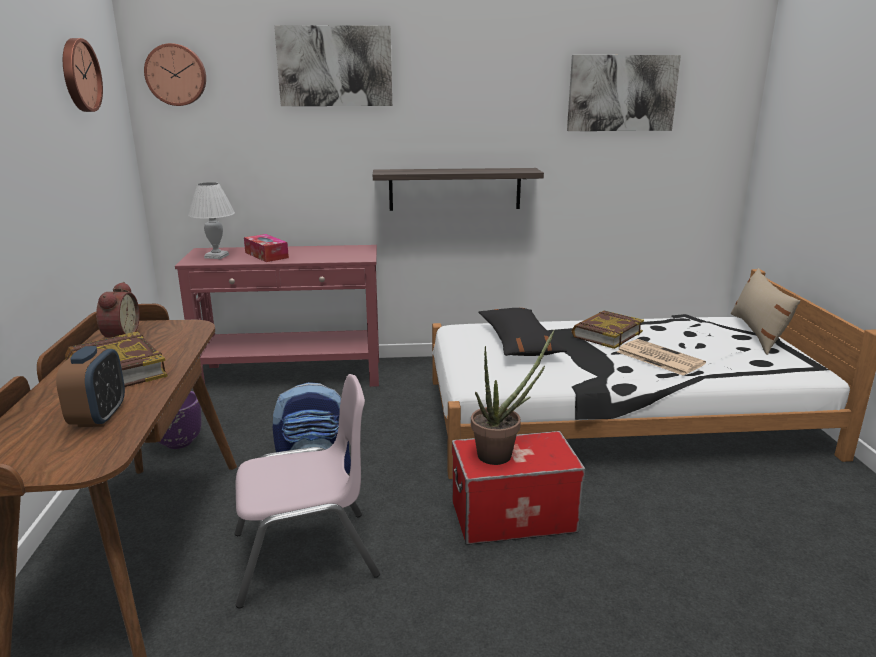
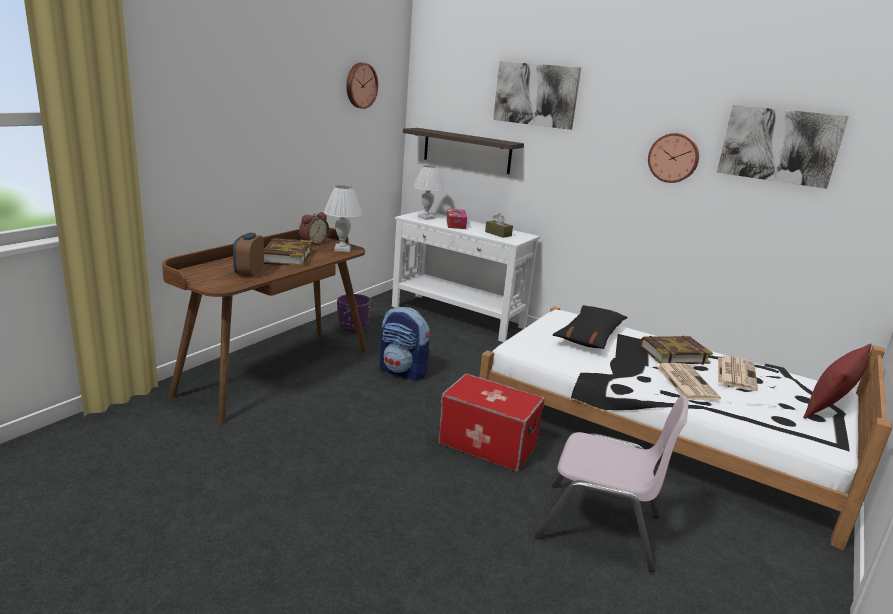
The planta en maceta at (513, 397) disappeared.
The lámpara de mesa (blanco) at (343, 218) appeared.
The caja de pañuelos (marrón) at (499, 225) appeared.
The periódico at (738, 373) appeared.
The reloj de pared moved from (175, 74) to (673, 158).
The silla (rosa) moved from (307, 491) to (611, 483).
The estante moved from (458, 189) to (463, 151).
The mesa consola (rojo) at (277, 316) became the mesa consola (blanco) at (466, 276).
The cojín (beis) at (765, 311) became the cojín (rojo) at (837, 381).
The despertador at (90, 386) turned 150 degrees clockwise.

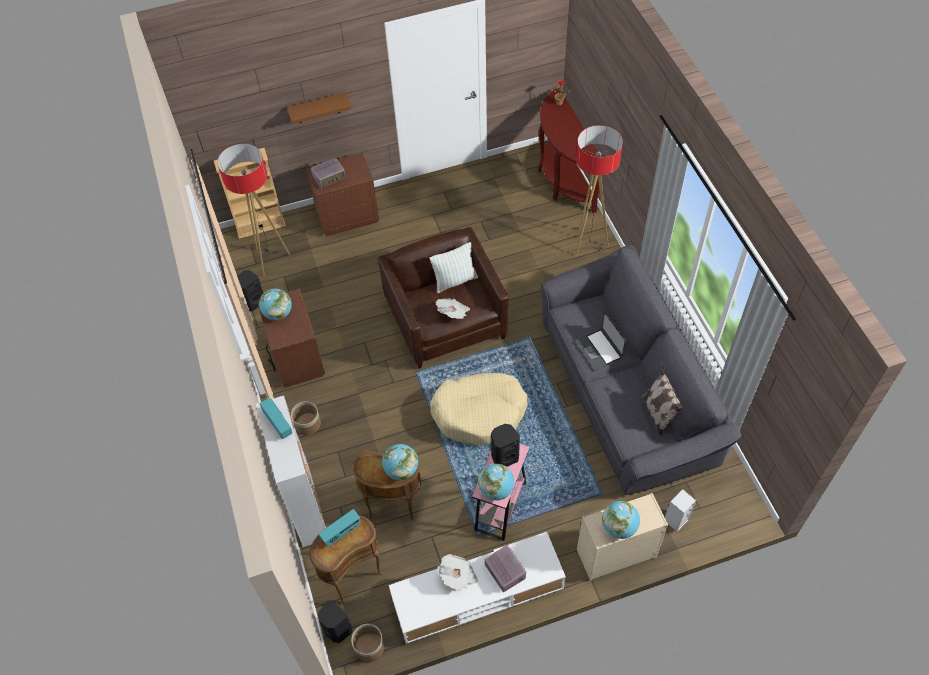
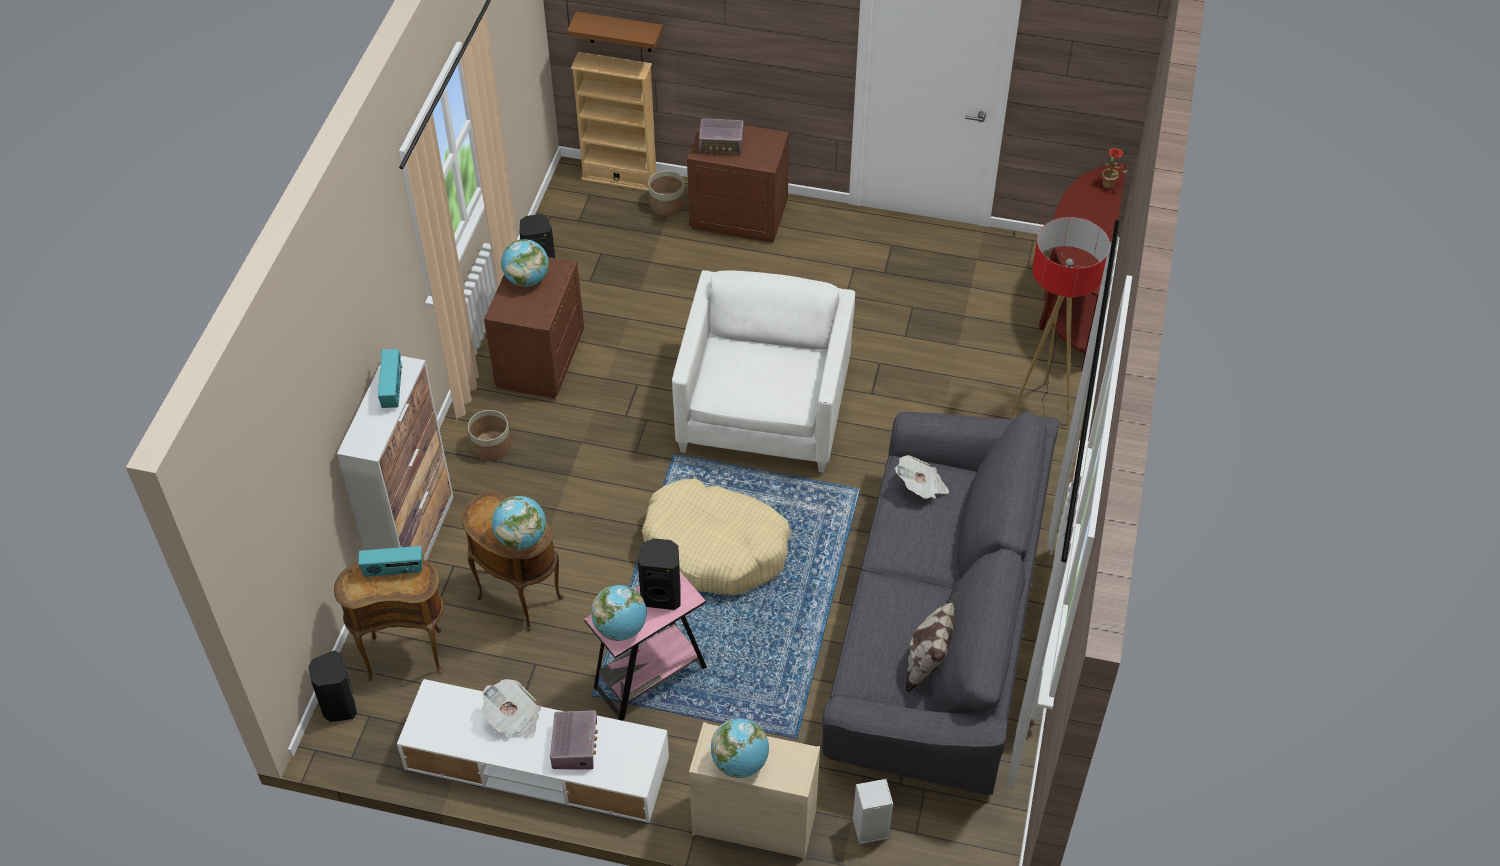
The lámpara de pie at (253, 210) disappeared.
The cojín at (453, 267) disappeared.
The portátil at (601, 341) disappeared.
The estante (marrón) moved from (319, 108) to (615, 32).
The maceta moved from (367, 643) to (666, 193).
The periódico moved from (453, 309) to (922, 477).
The sillón (marrón) at (442, 298) became the sillón (blanco) at (763, 371).

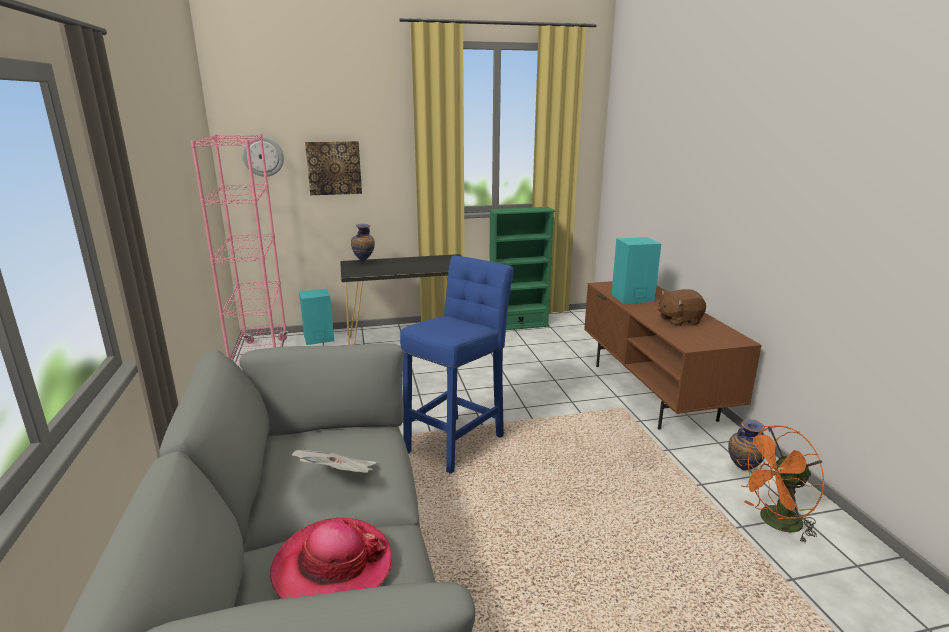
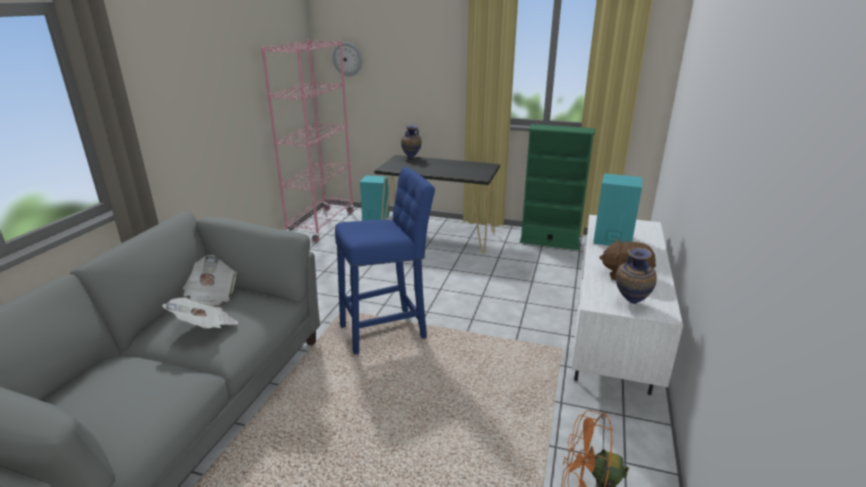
The sombrero at (331, 558) disappeared.
The cuadro at (333, 168) disappeared.
The periódico at (209, 280) appeared.
The florero moved from (746, 444) to (636, 275).
The mueble de televisión (marrón) at (673, 355) became the mueble de televisión (blanco) at (627, 305).

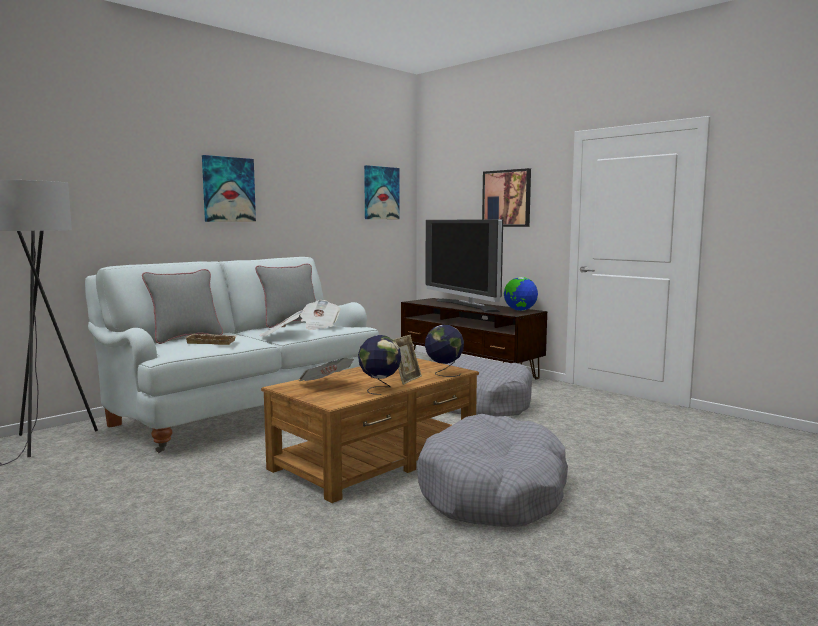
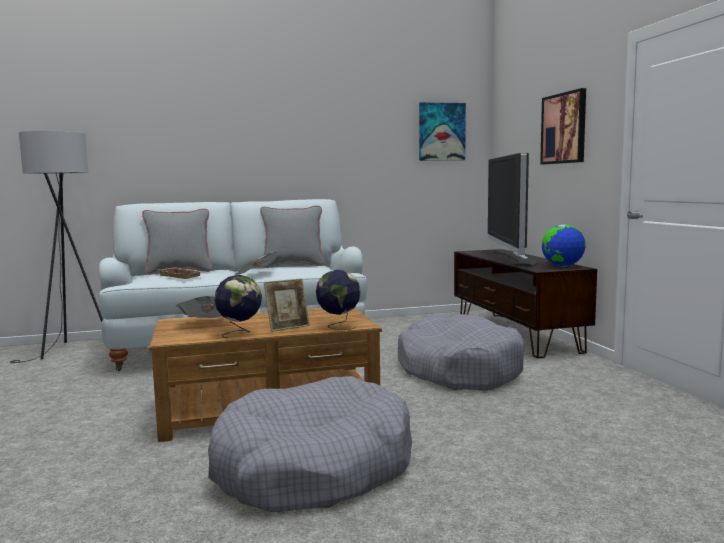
The cuadro at (229, 188) disappeared.
The periódico at (320, 315) disappeared.

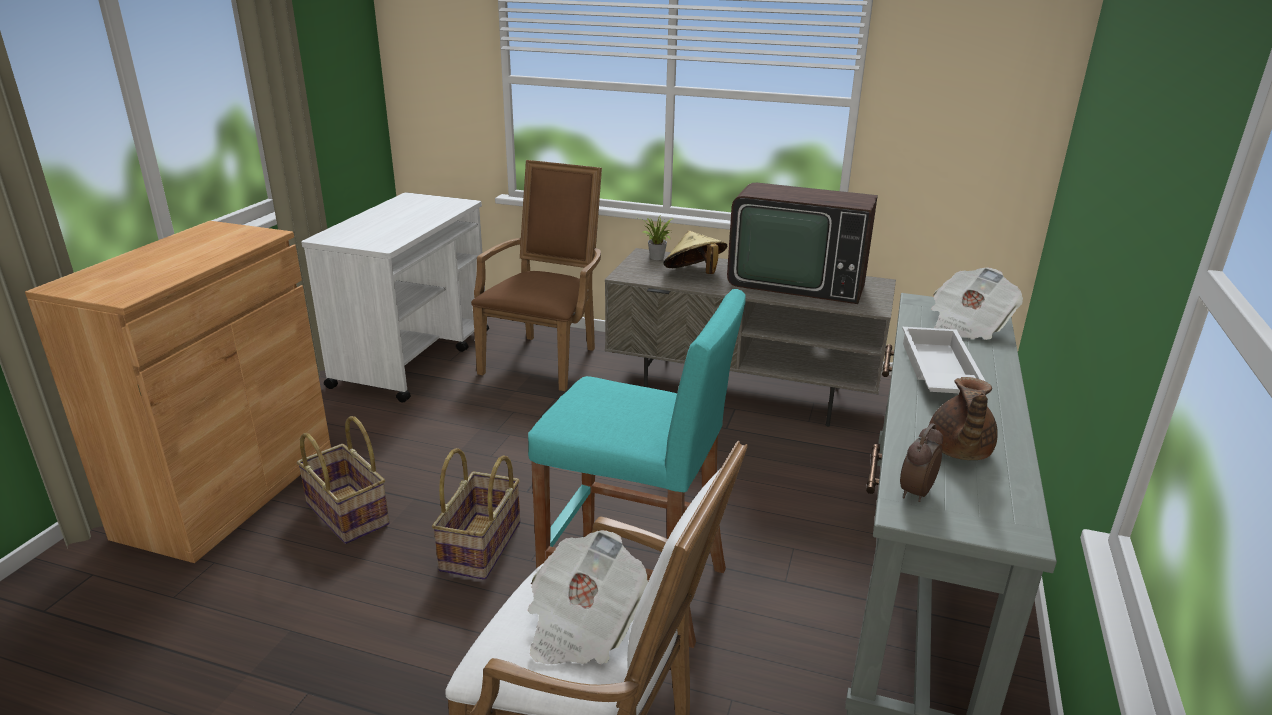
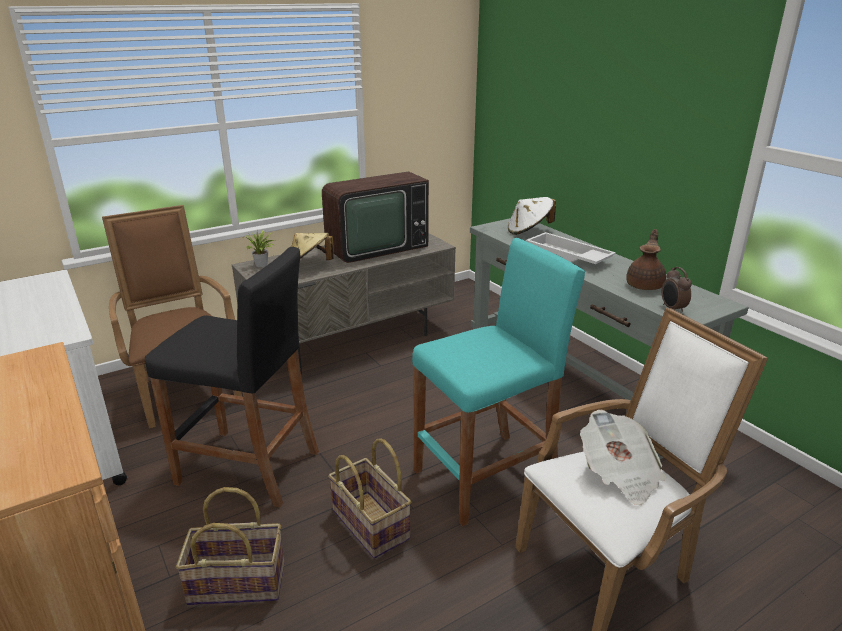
The taburete (negro) at (232, 377) appeared.
The periódico at (977, 303) was replaced by the sombrero (blanco) at (532, 216).
The tetera (marrón) at (963, 418) turned 120 degrees counterclockwise.

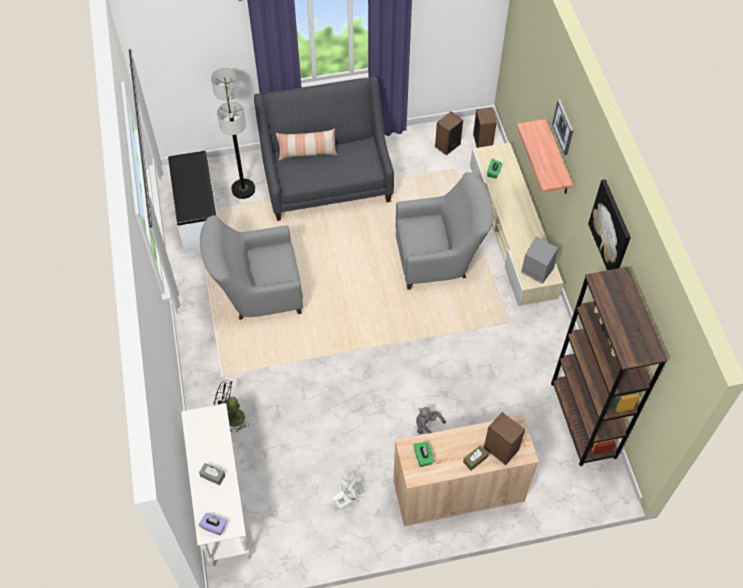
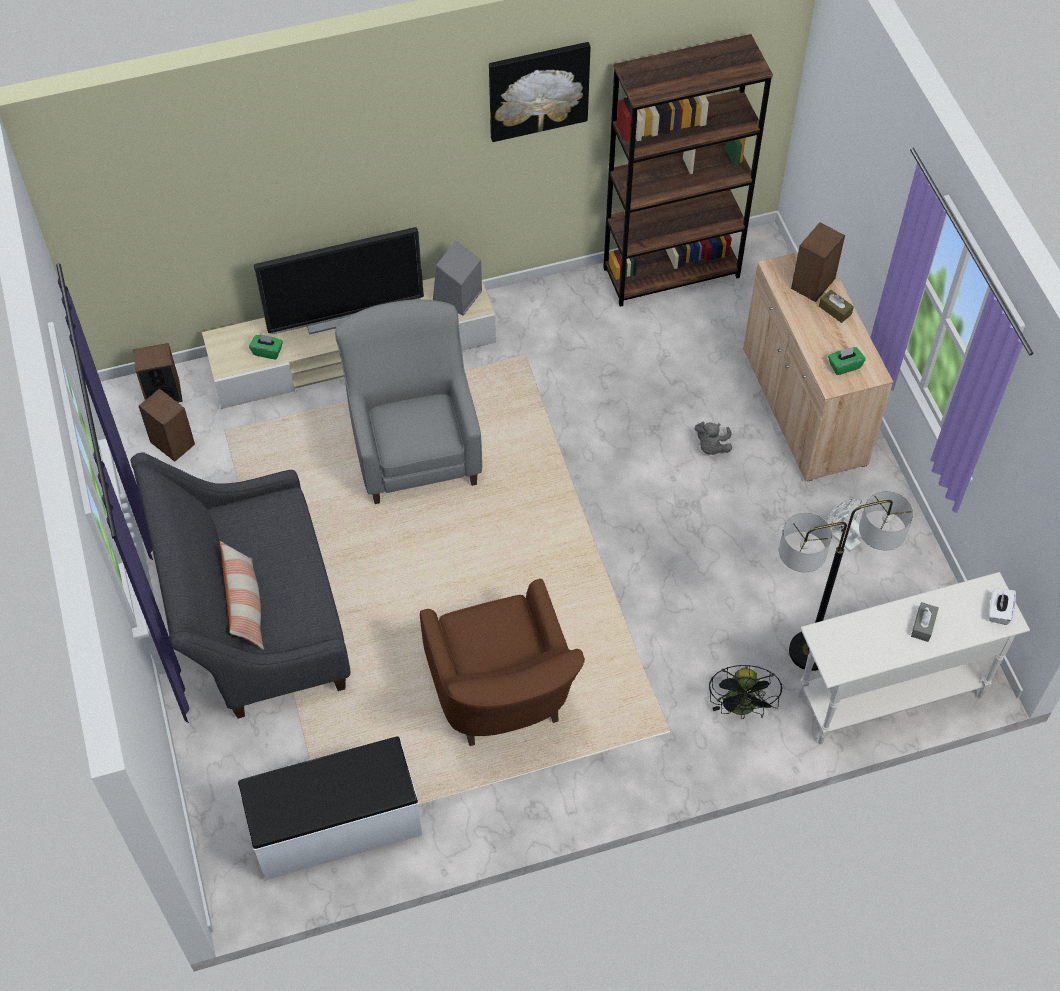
The estante at (545, 156) disappeared.
The cuadro at (562, 127) disappeared.
The televisor at (339, 280) appeared.
The lámpara de pie moved from (233, 133) to (846, 581).
The caja de pañuelos (morado) at (213, 524) became the caja de pañuelos (blanco) at (1002, 606).
The sillón (gris) at (251, 267) became the sillón (marrón) at (502, 662).

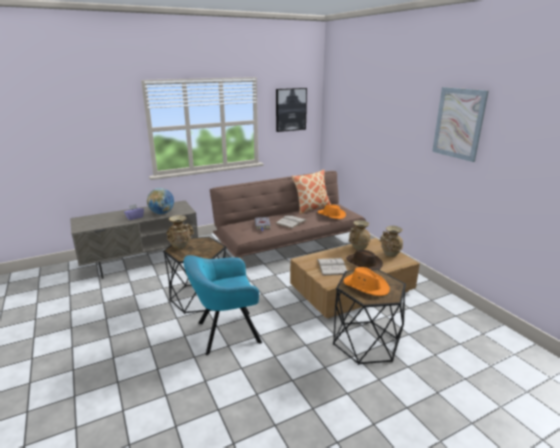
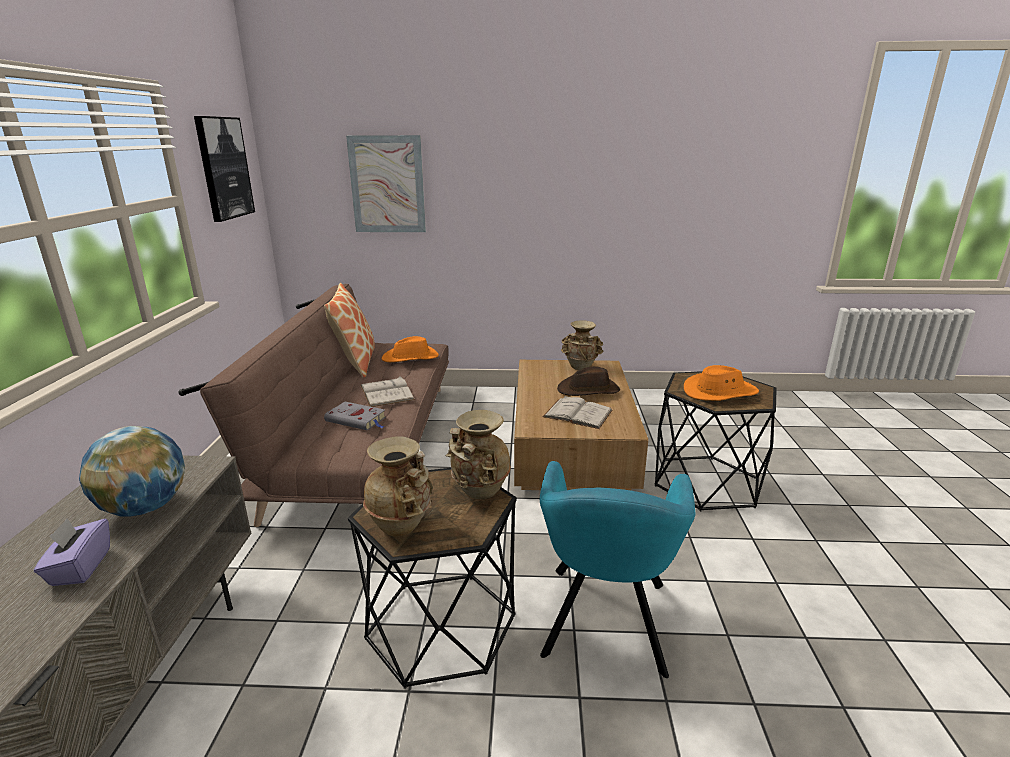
The florero (beis) moved from (360, 235) to (478, 454).
The cuadro moved from (460, 124) to (386, 183).

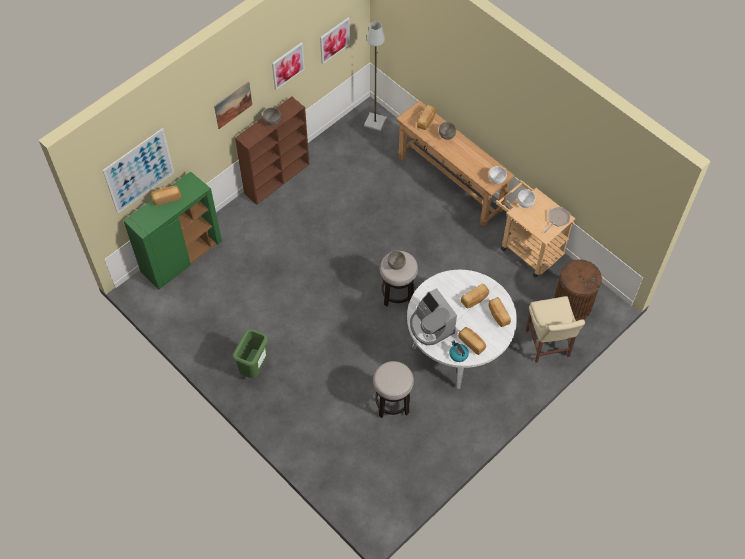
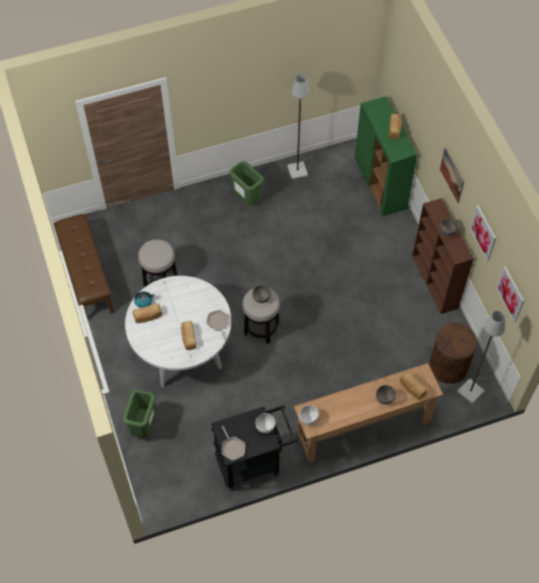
The cuadro at (138, 171) disappeared.
The cafetera at (433, 316) disappeared.
The pan at (499, 312) disappeared.
The banco (marrón) at (84, 266) appeared.
The sartén at (217, 326) appeared.
The lámpara de pie (gris) at (298, 126) appeared.
The papelera (marrón) moved from (578, 290) to (453, 353).
The silla (beis) at (555, 329) was replaced by the papelera (verde) at (139, 413).
The carrito (beis) at (535, 228) became the carrito (negro) at (254, 448).

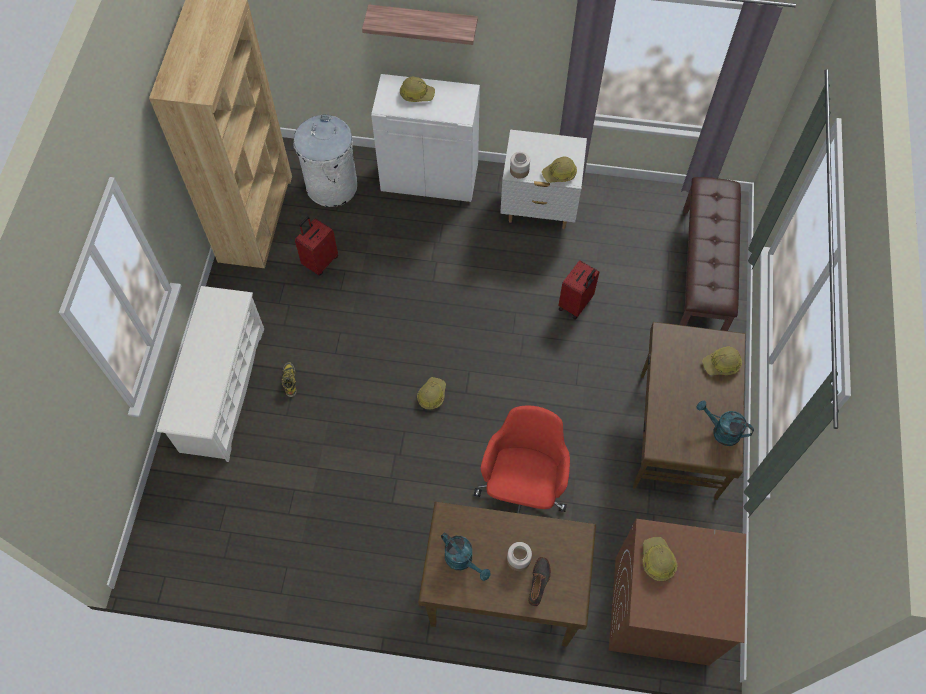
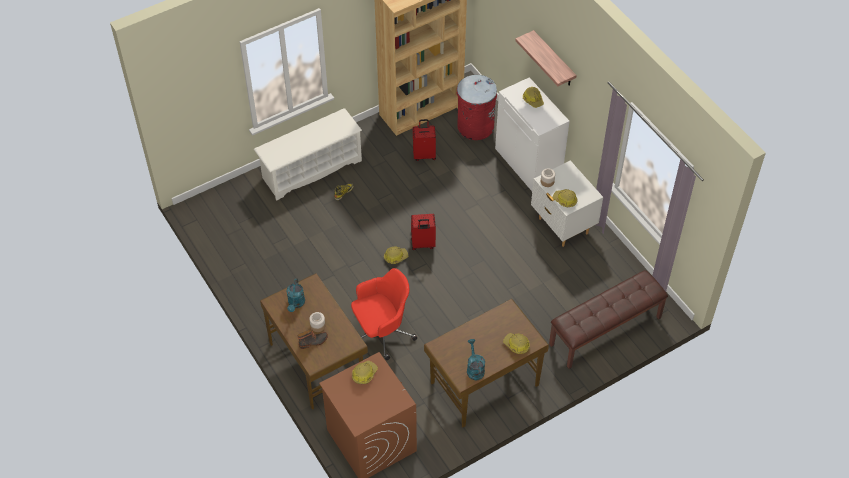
The maleta (rojo) moved from (578, 290) to (423, 232).
The papelera (blanco) at (325, 160) became the papelera (rojo) at (477, 107).

